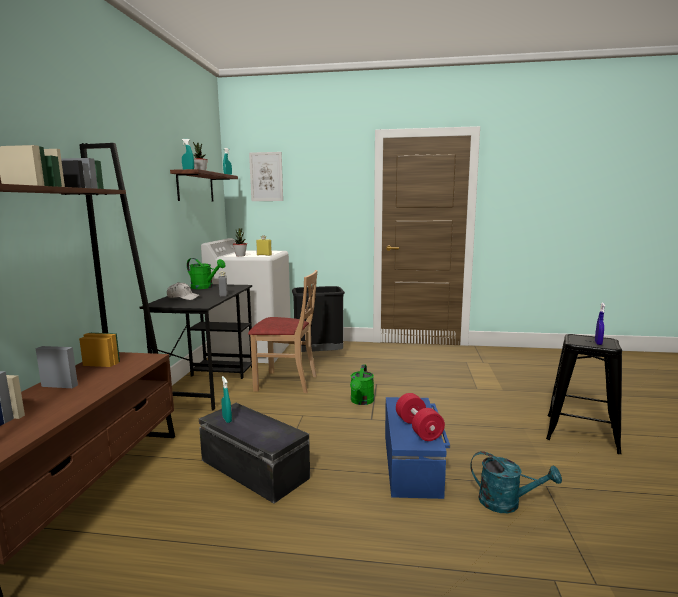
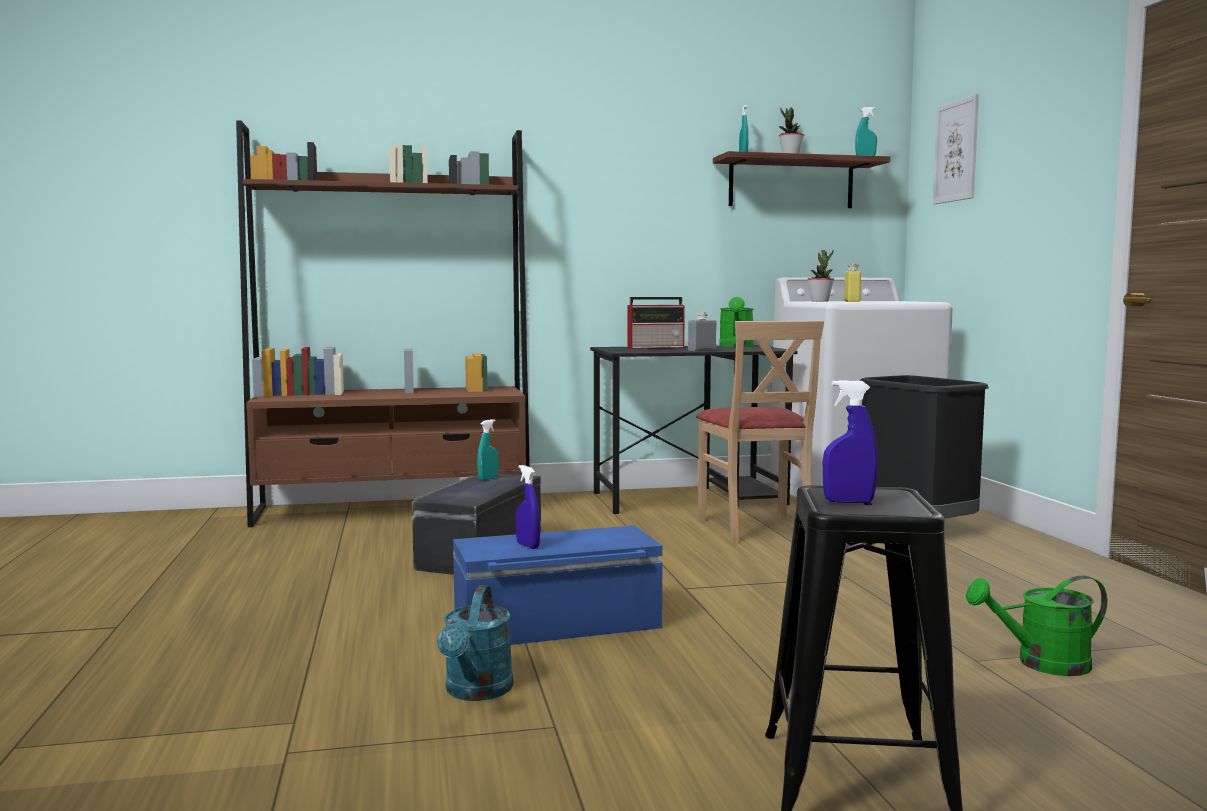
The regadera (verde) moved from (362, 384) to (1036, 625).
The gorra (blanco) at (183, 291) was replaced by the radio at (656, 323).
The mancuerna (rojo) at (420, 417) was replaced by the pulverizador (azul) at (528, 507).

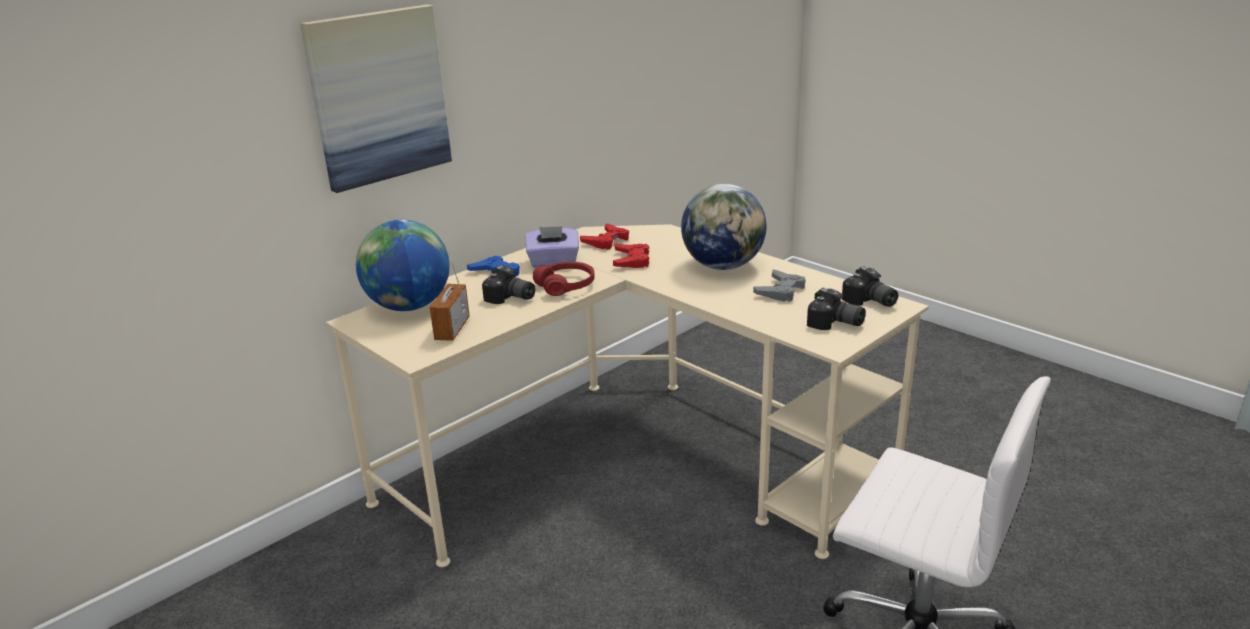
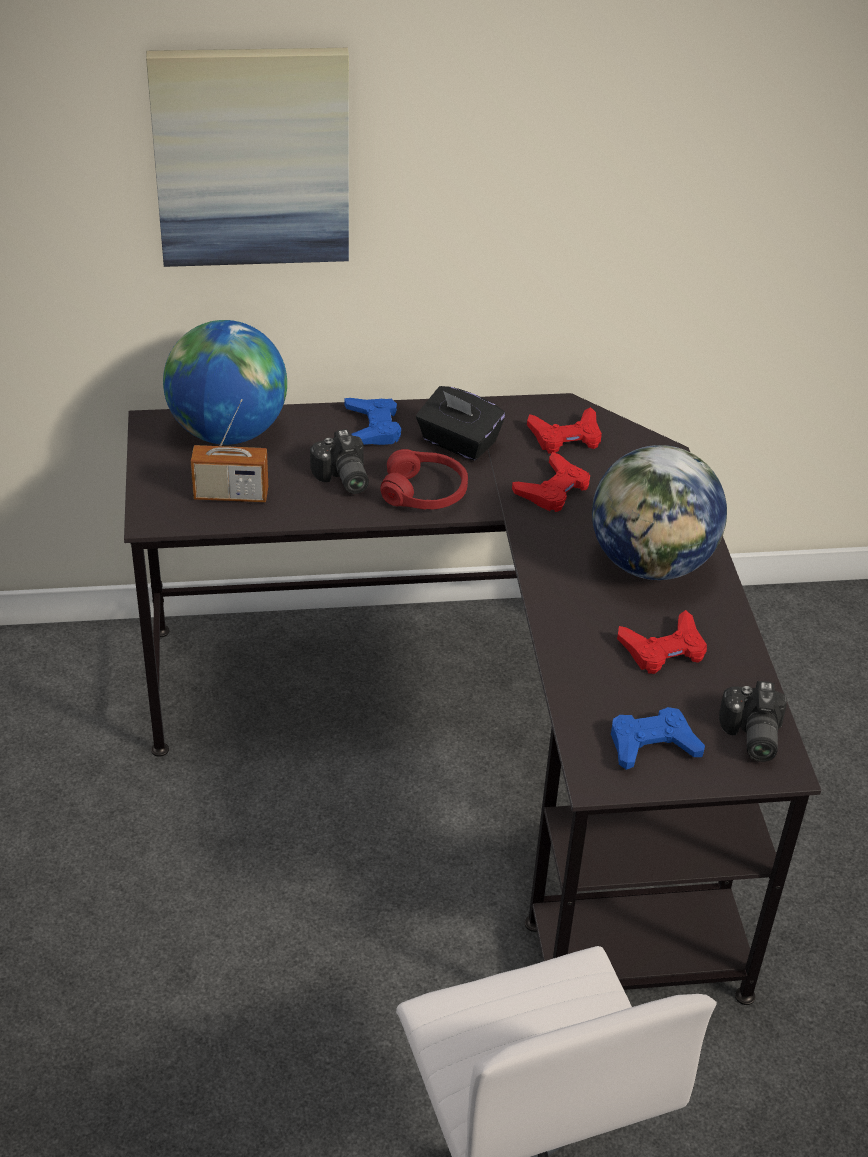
The cámara at (836, 309) was replaced by the mando de consola (azul) at (658, 738).
The escritorio (beis) at (627, 395) became the escritorio (negro) at (472, 699).
The caja de pañuelos (morado) at (552, 247) became the caja de pañuelos (negro) at (460, 423).
The mando de consola (gris) at (779, 285) became the mando de consola (rojo) at (662, 642).
The radio at (450, 301) turned 135 degrees counterclockwise.

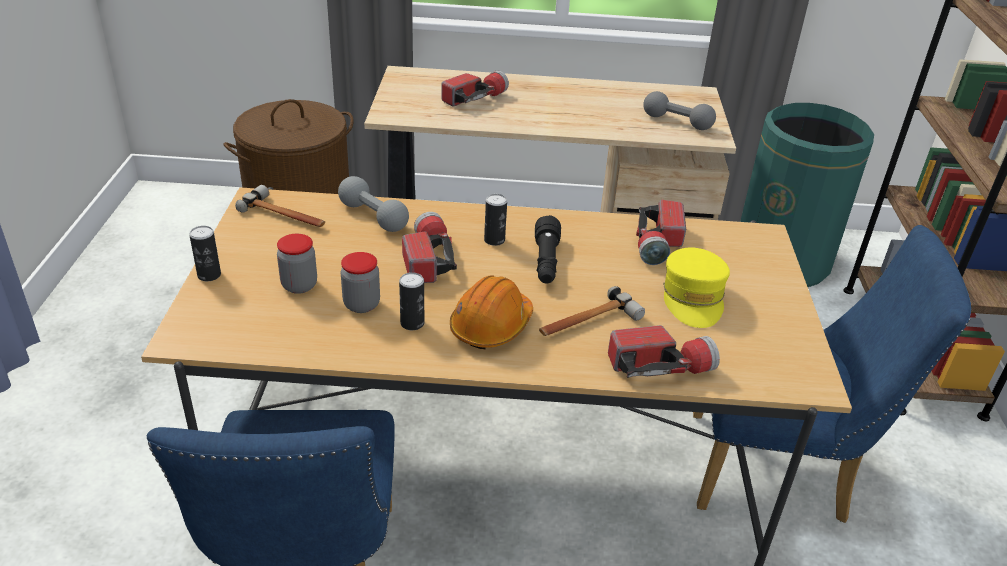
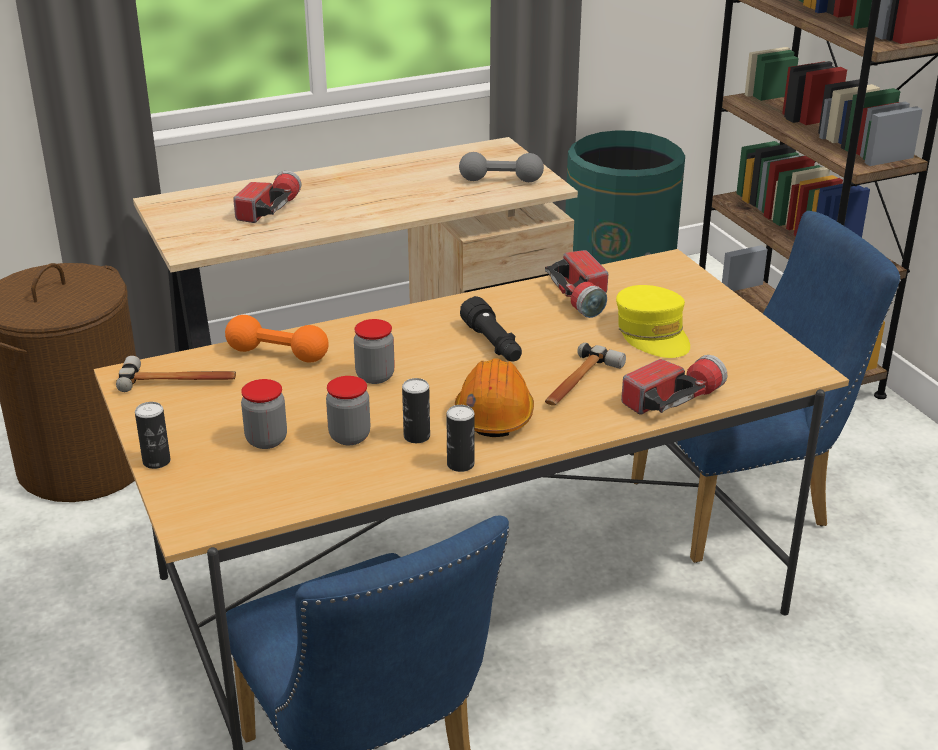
The lata moved from (495, 220) to (460, 438).
The linterna at (429, 247) was replaced by the tarro at (374, 351).
The mancuerna (gris) at (373, 204) became the mancuerna (naranja) at (277, 339).

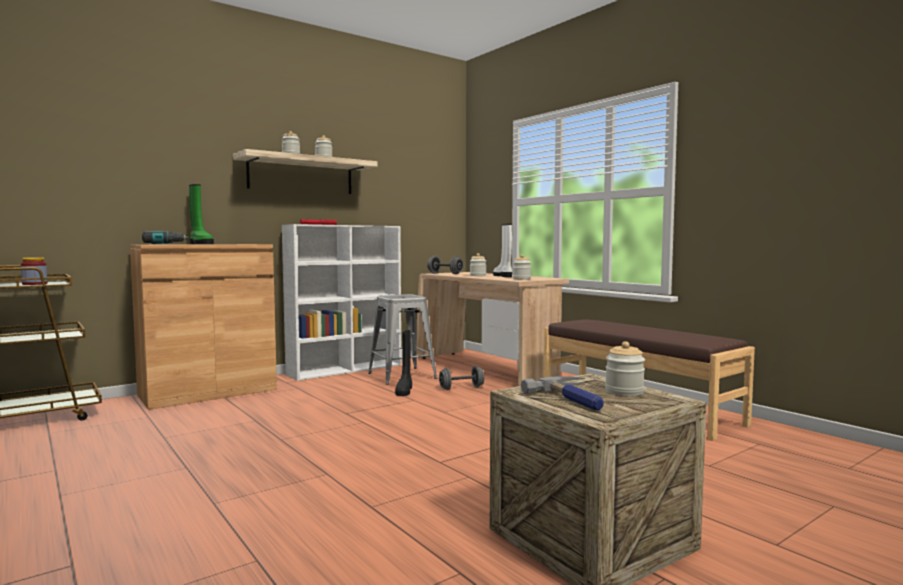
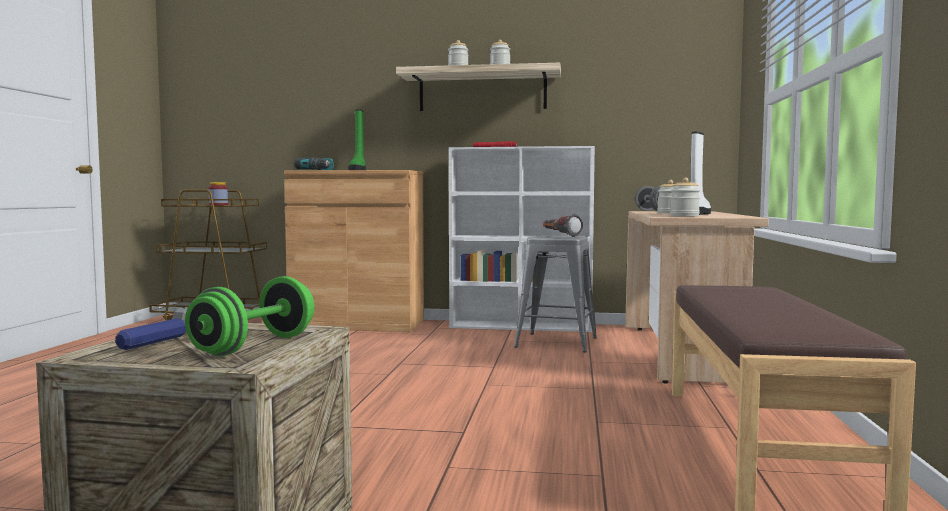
The bota (negro) at (403, 363) disappeared.
The mancuerna (gris) at (461, 378) disappeared.
The linterna at (563, 225) appeared.
The tarro at (625, 368) was replaced by the mancuerna (verde) at (250, 316).

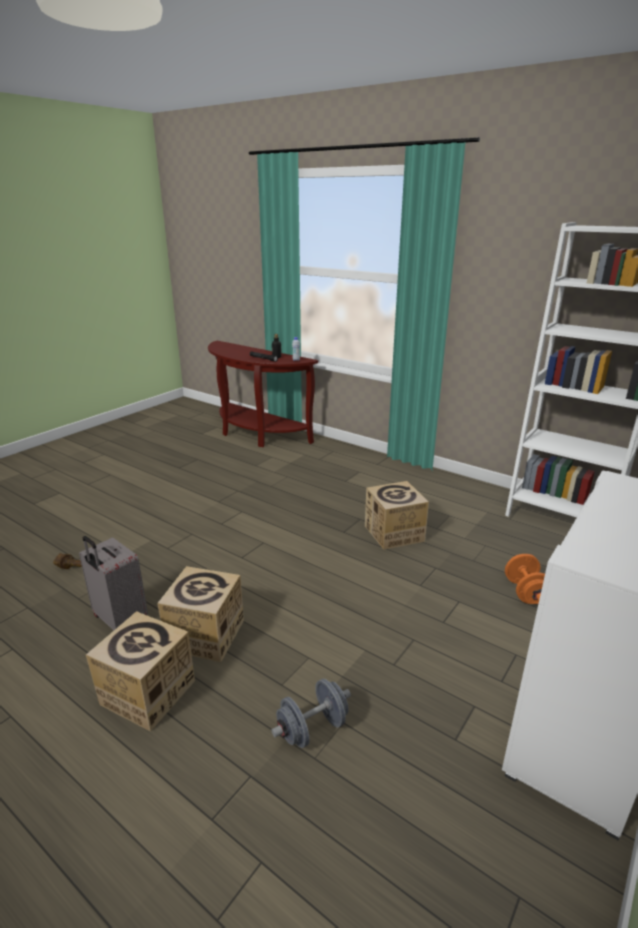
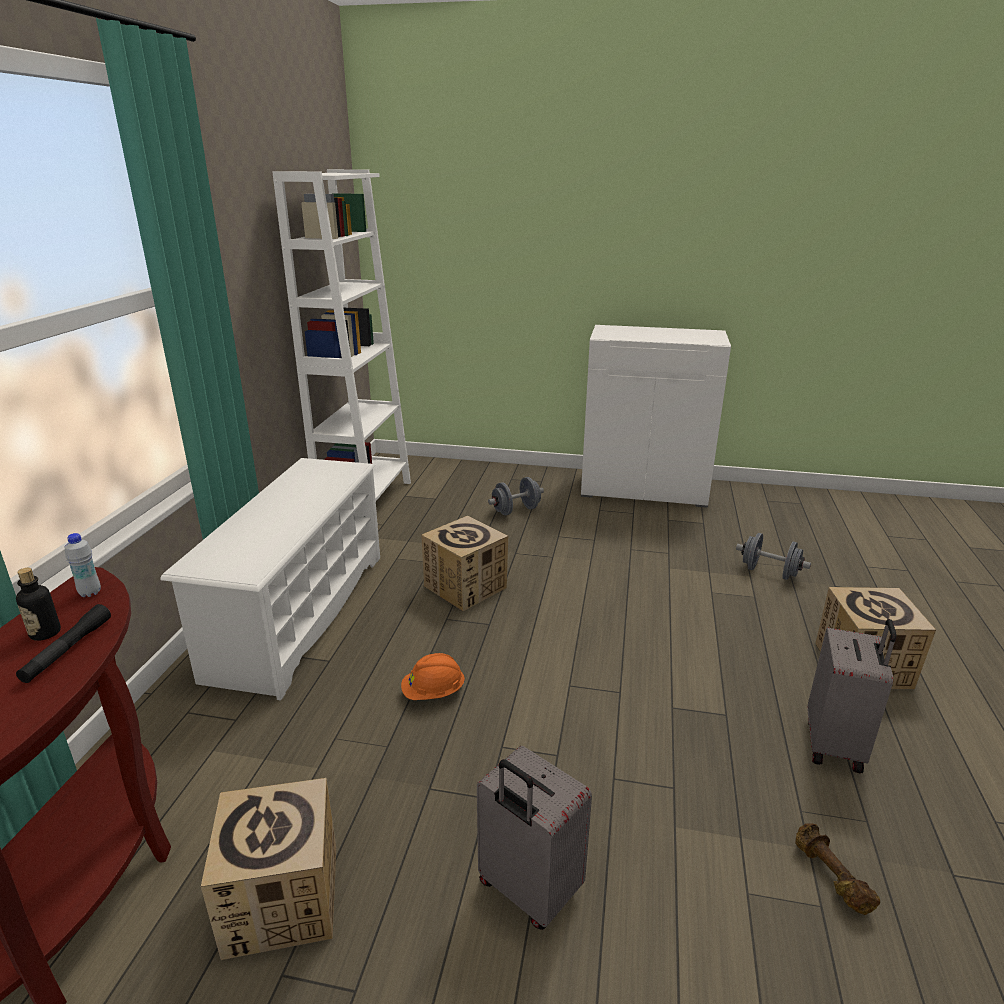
The zapatero (blanco) at (270, 579) appeared.
The casco (naranja) at (433, 676) appeared.
The maleta (gris) at (534, 838) appeared.
The caja de cartón moved from (200, 614) to (268, 869).
The mancuerna (naranja) at (525, 579) became the mancuerna (gris) at (516, 496).

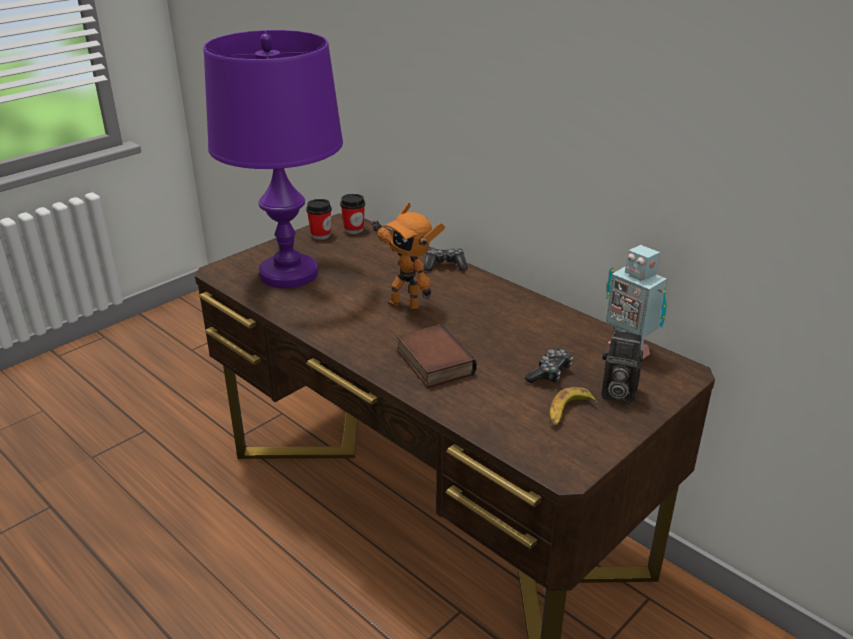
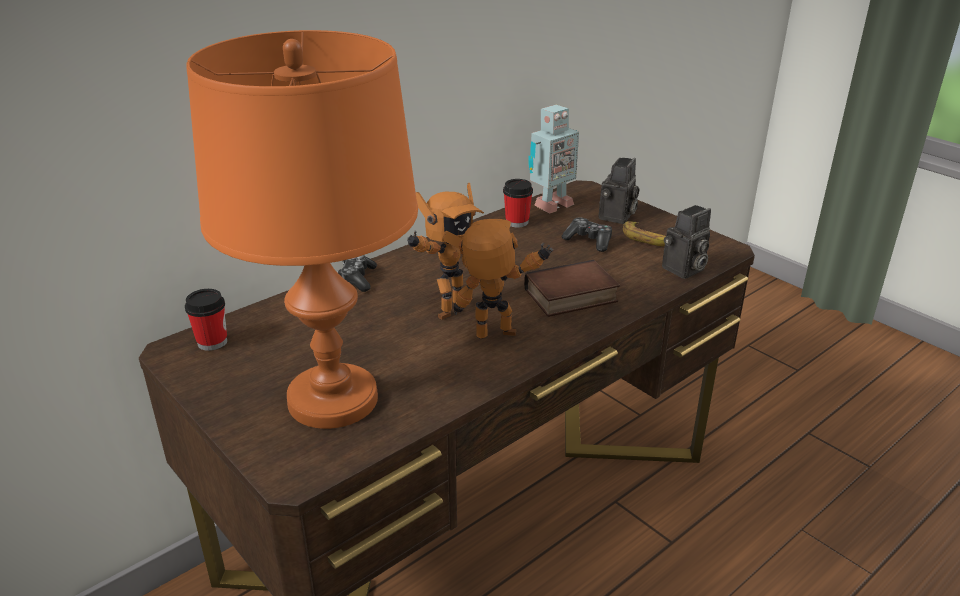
The robot de juguete at (498, 279) appeared.
The cámara at (686, 242) appeared.
The taza moved from (319, 219) to (518, 203).
The lámpara de mesa (morado) at (273, 159) became the lámpara de mesa (naranja) at (302, 229).

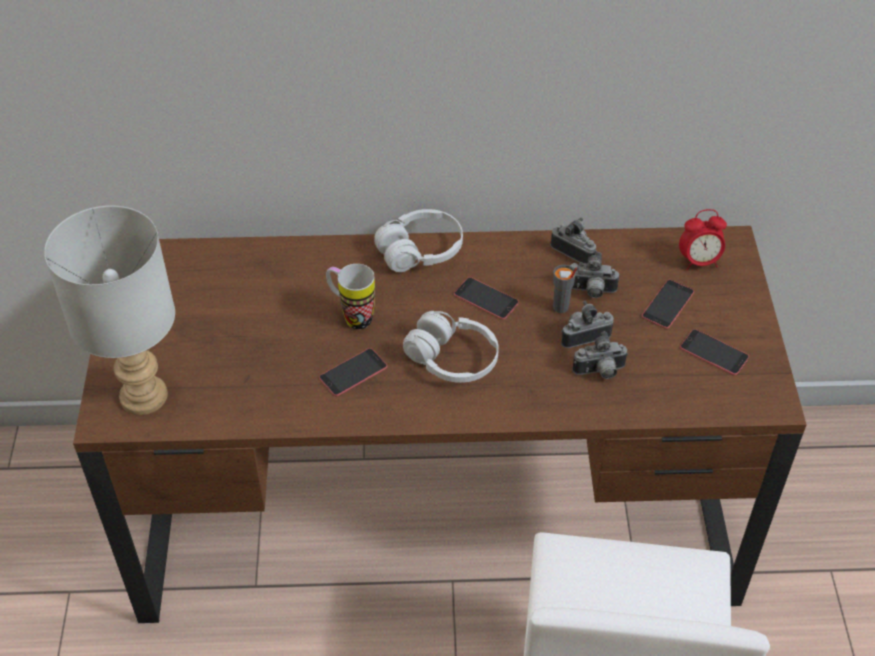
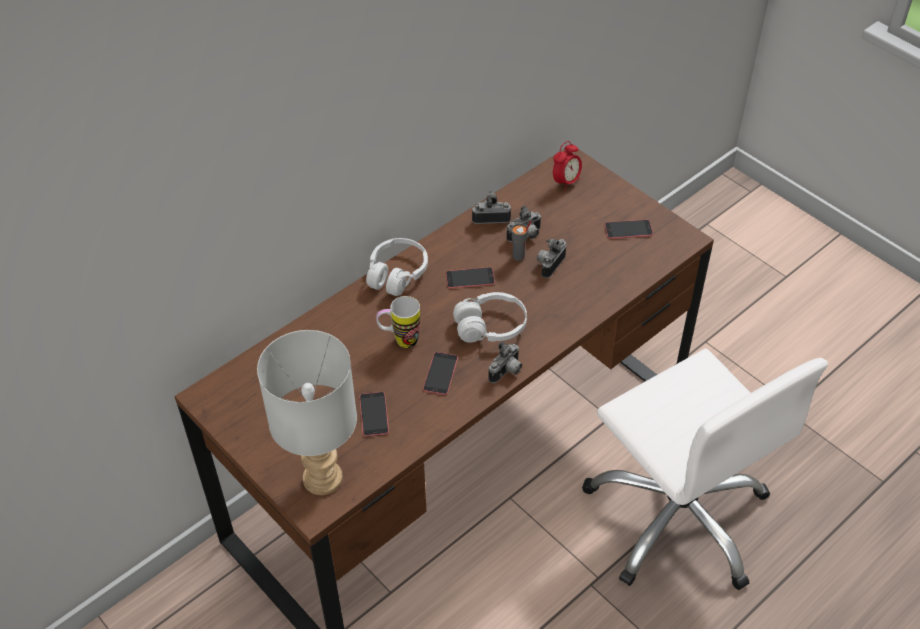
The cámara moved from (600, 355) to (505, 362).
The móvil moved from (668, 304) to (374, 414).

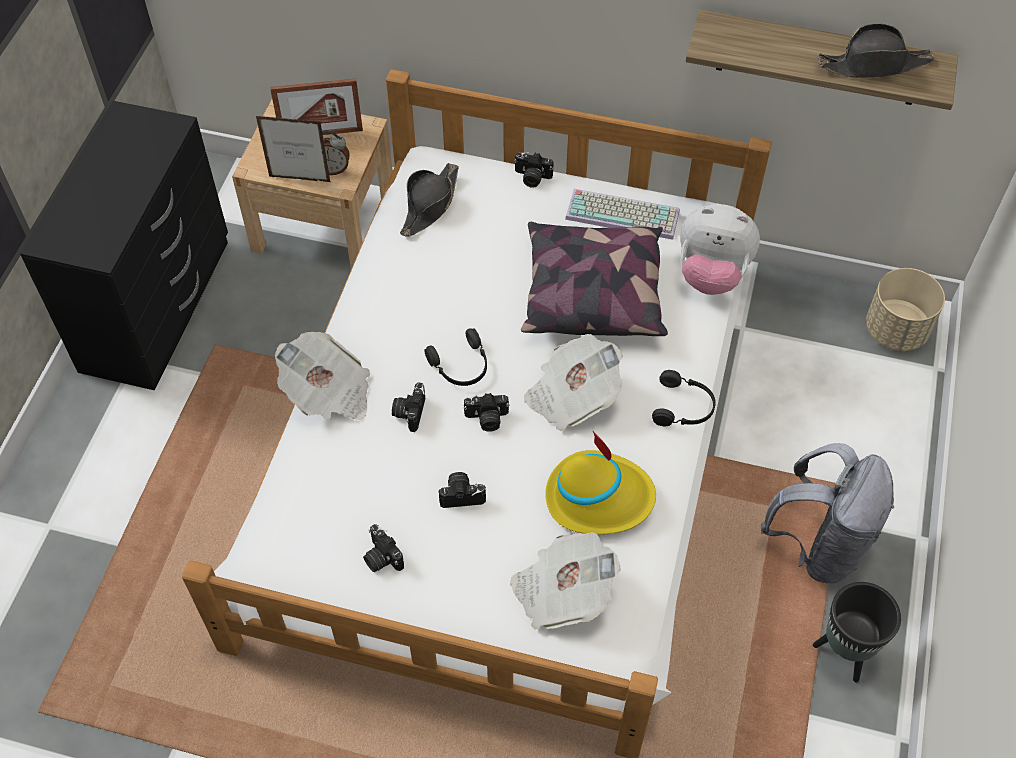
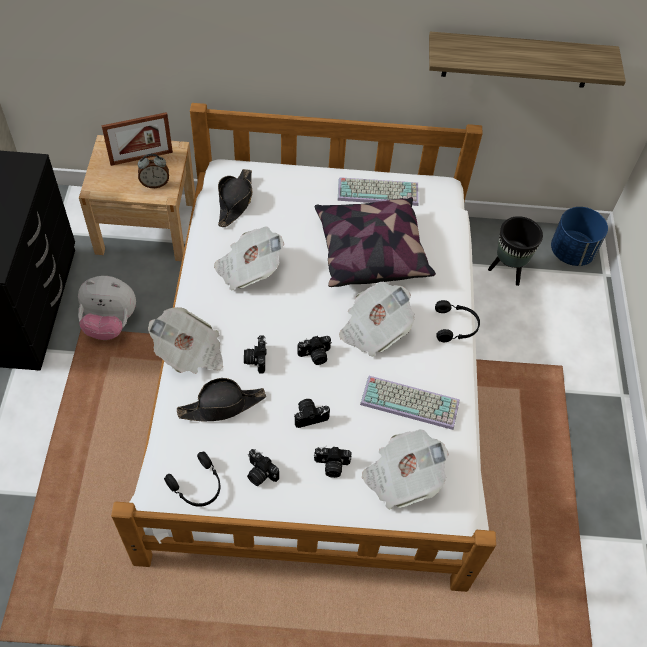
The portarretratos at (293, 149) disappeared.
The mochila (gris) at (827, 513) disappeared.
The periódico at (249, 258) appeared.
The auriculares (negro) moved from (455, 357) to (192, 479).
The cámara moved from (534, 170) to (333, 462).
The peluche moved from (720, 249) to (107, 308).
The maceta (negro) moved from (857, 632) to (515, 251).
The sombrero (negro) moved from (876, 50) to (221, 400).
The sombrero (amarillo) at (600, 483) was replaced by the teclado at (410, 403).
The maceta (beis) at (905, 309) became the maceta (azul) at (579, 236).

